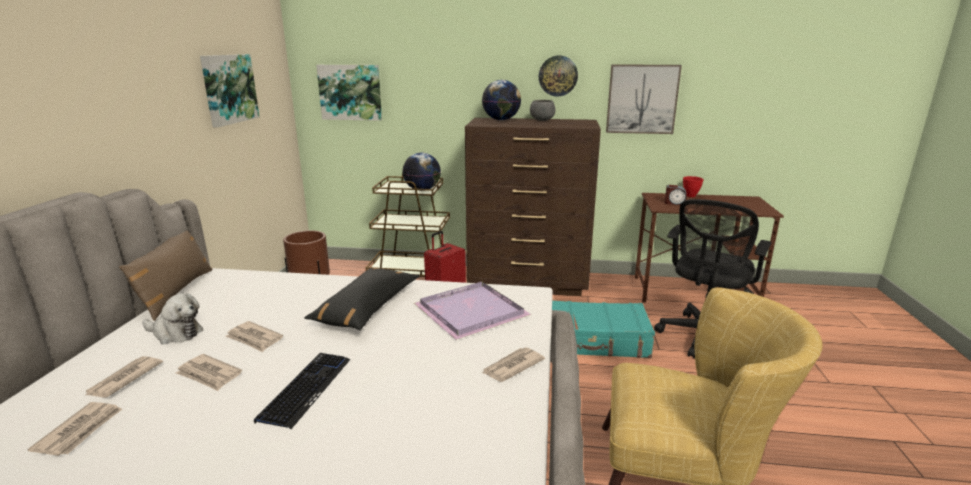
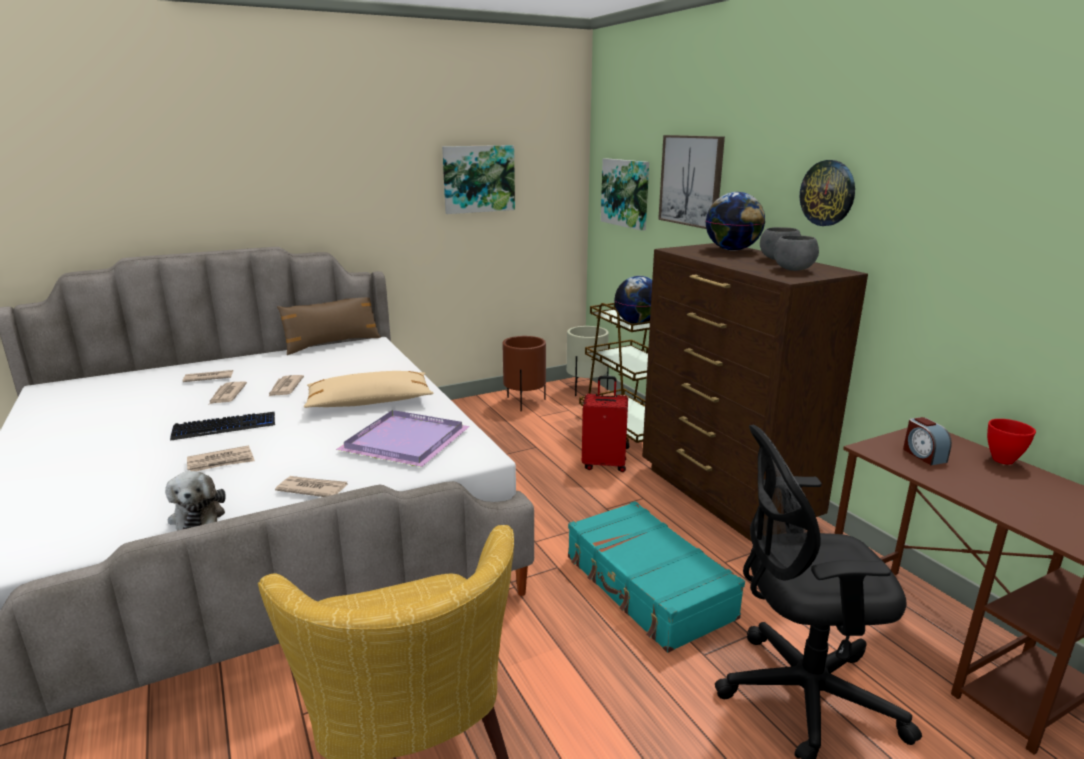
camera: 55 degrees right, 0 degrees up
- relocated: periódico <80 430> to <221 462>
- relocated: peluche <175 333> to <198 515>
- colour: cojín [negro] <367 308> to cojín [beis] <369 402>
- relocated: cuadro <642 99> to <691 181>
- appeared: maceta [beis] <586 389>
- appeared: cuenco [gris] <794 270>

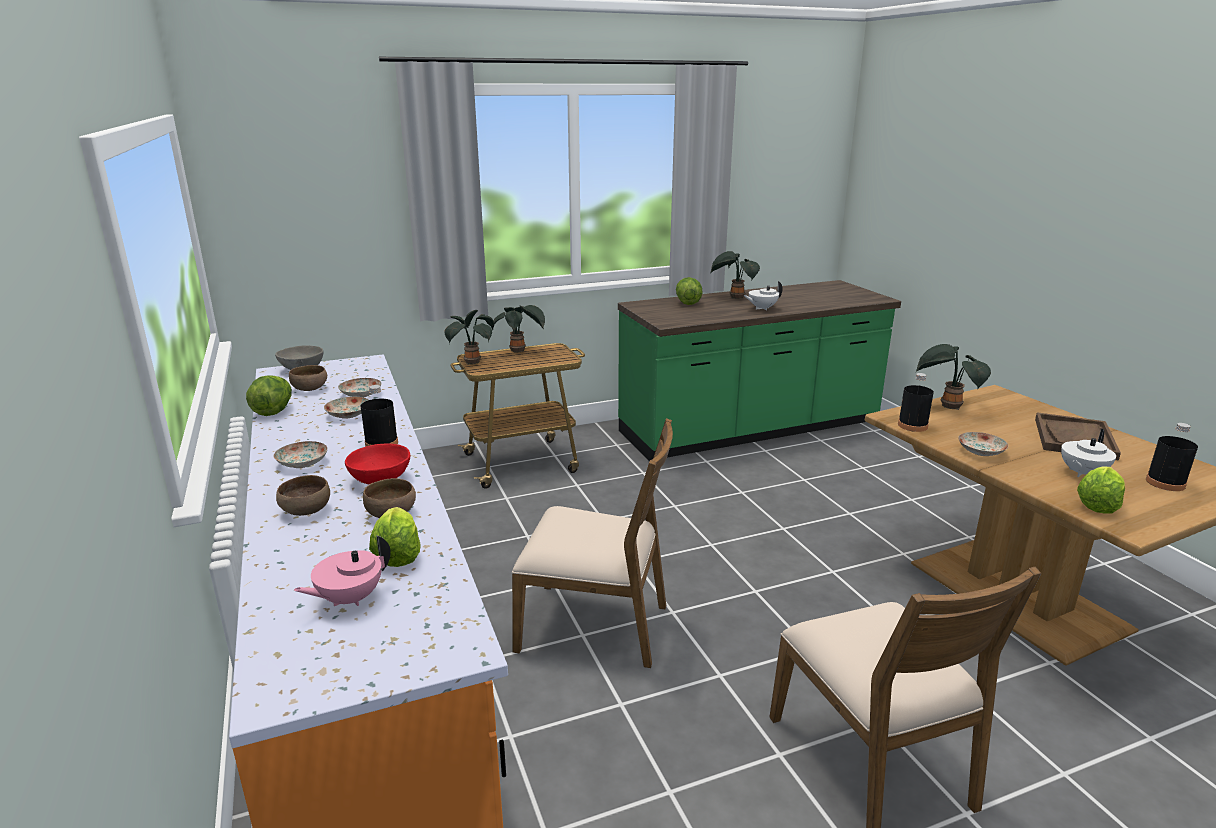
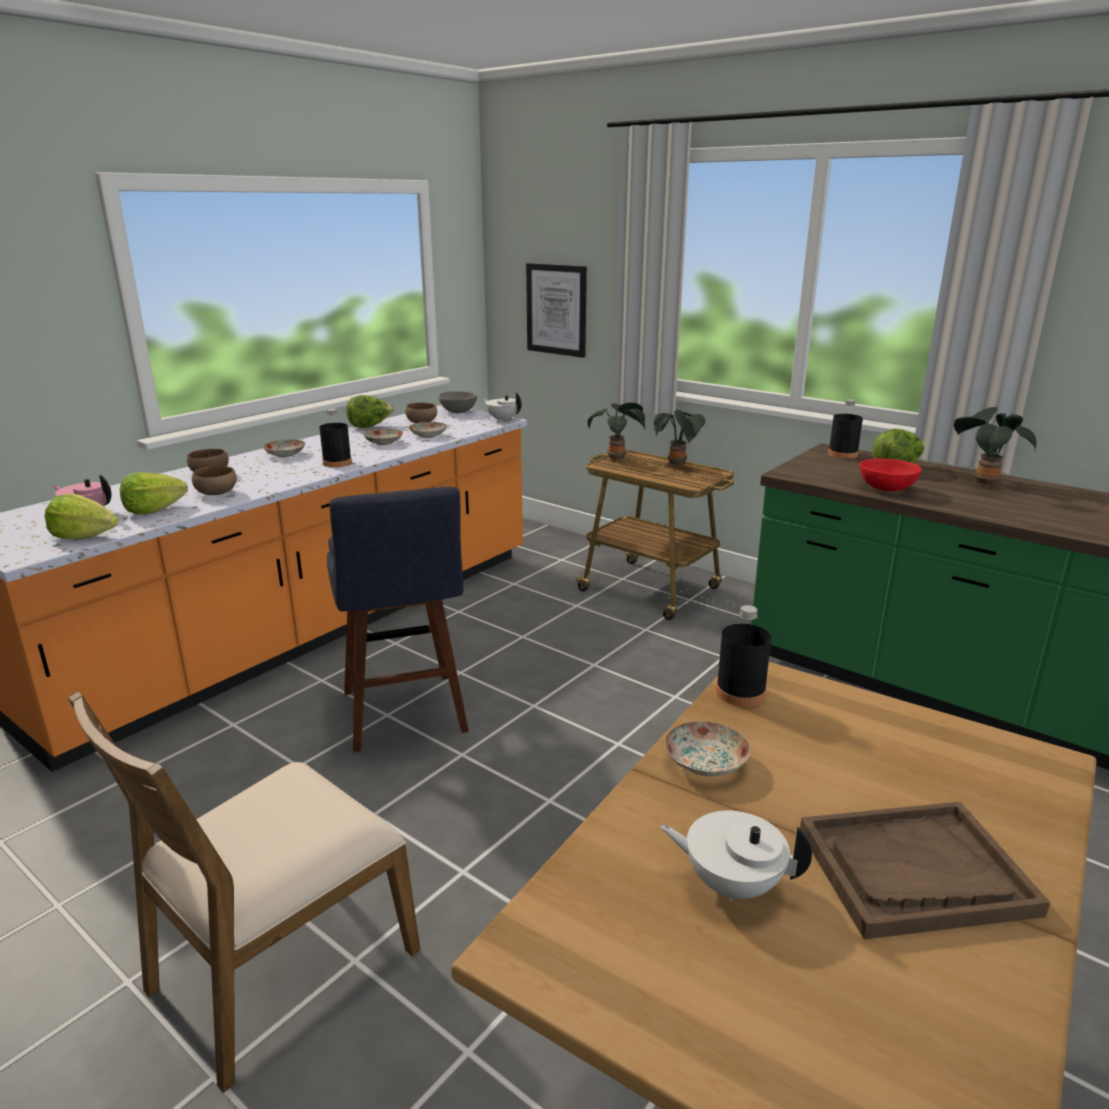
camera: 60 degrees right, 0 degrees up
- relocated: cuenco [rojo] <381 479> to <887 489>
- exchanged: silla [marrón] <594 626> to taburete [azul] <405 716>
- relocated: tetera [blanco] <762 308> to <502 420>
- missing: planta en maceta <948 406>
- relocated: lechuga <1097 505> to <84 536>
- relocated: botella [negro] <1165 483> to <842 454>
- appeared: cuadro <556 309>

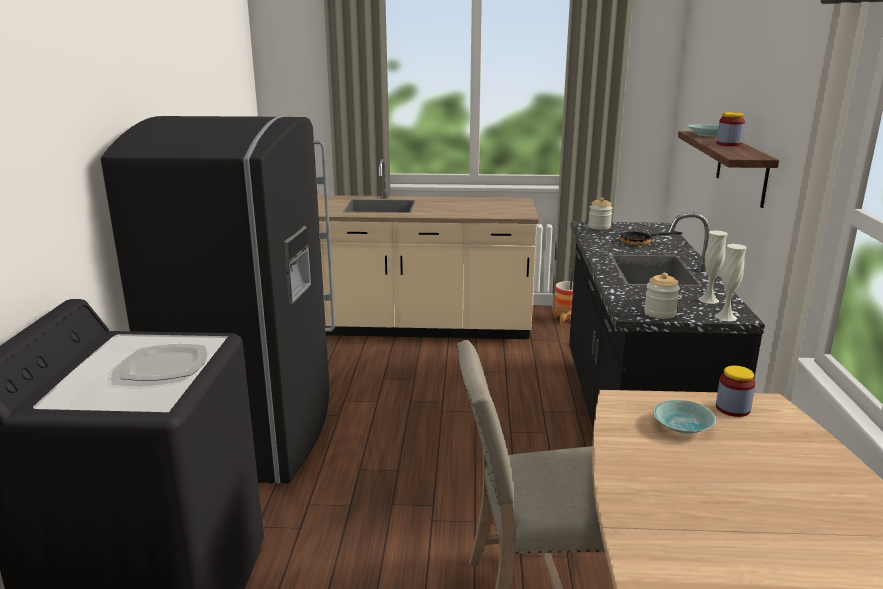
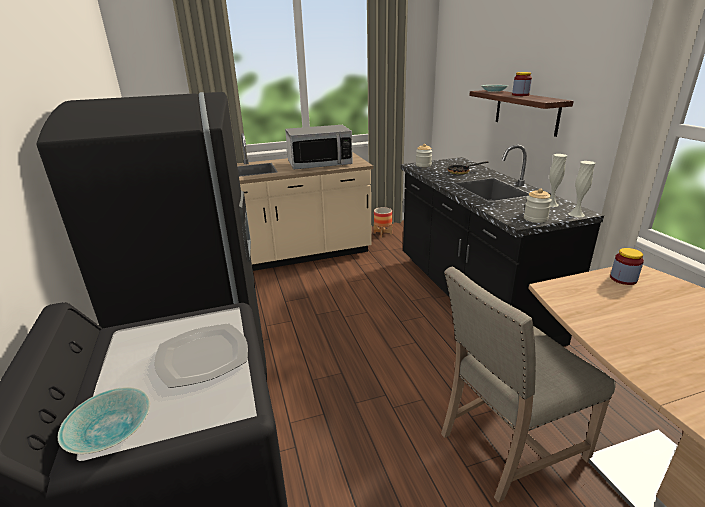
camera: 20 degrees left, 5 degrees up
- relocated: cuenco [turquesa] <683 427> to <111 432>
- appeared: microondas <320 164>

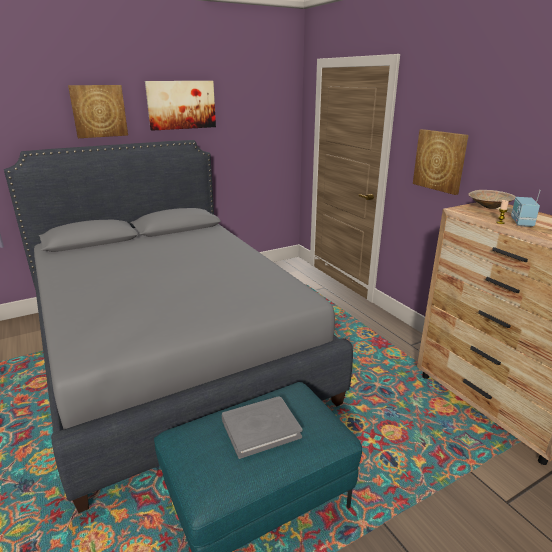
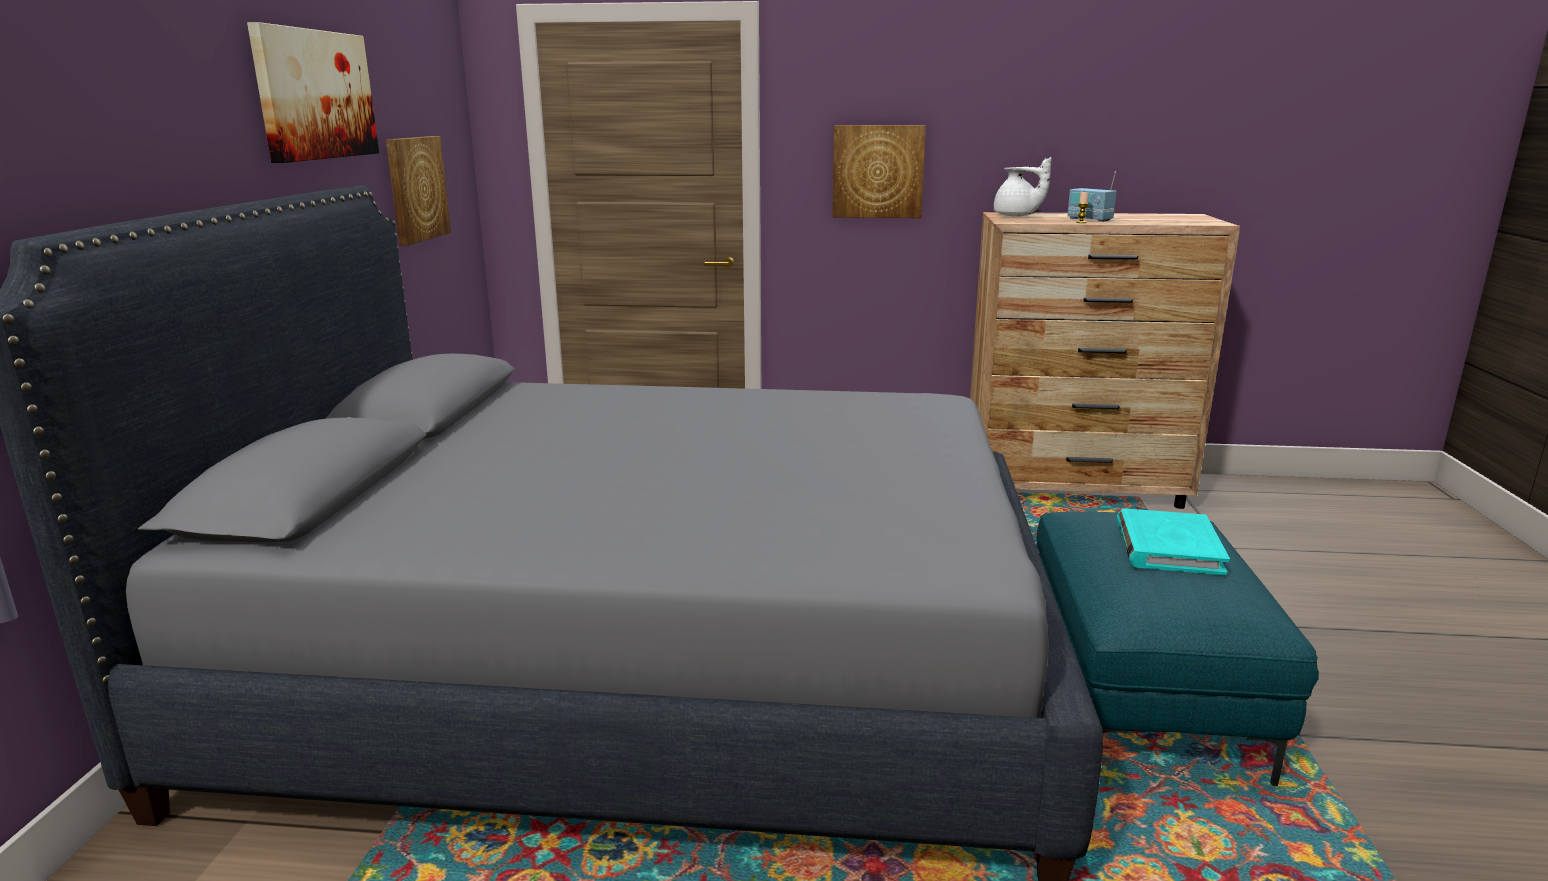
camera: 55 degrees left, 5 degrees down
- relocated: cuadro <99 111> to <416 189>
- colour: libro [gris] <260 428> to libro [turquesa] <1167 547>
- exchanged: cuenco [beis] <488 207> to tetera [blanco] <1017 216>

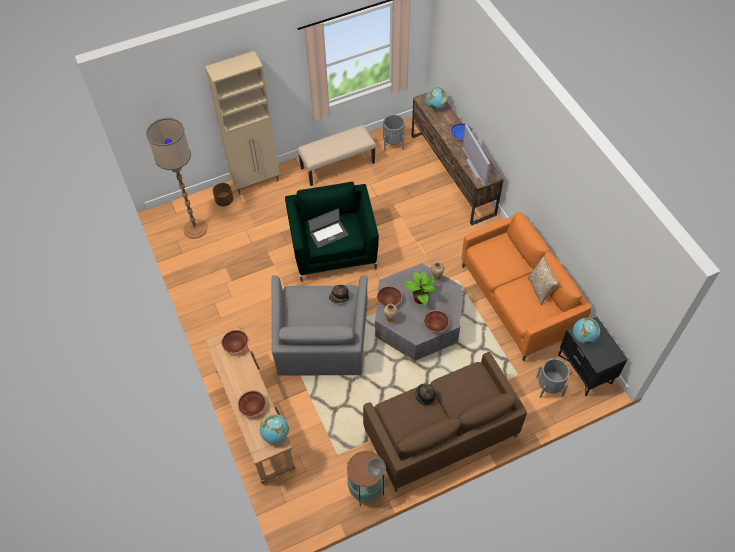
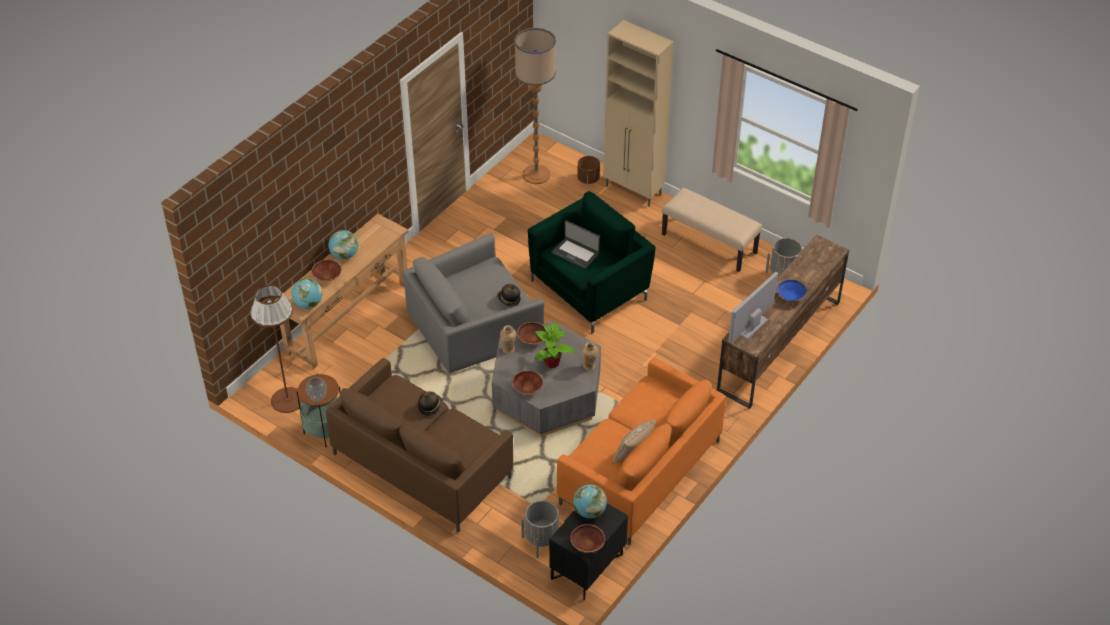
camera: 60 degrees right, 10 degrees down
- relocated: cuenco [marrón] <236 345> to <587 544>
- relocated: globo terráqueo <435 107> to <344 255>
- appeared: lámpara de pie [marrón] <288 400>

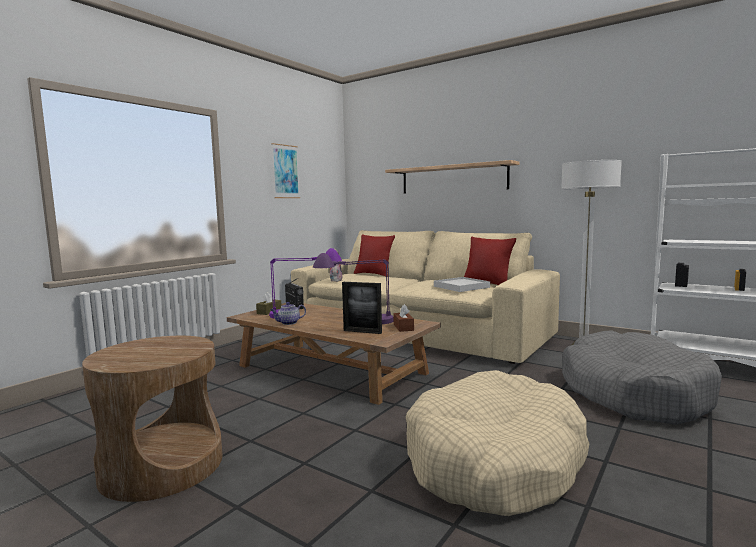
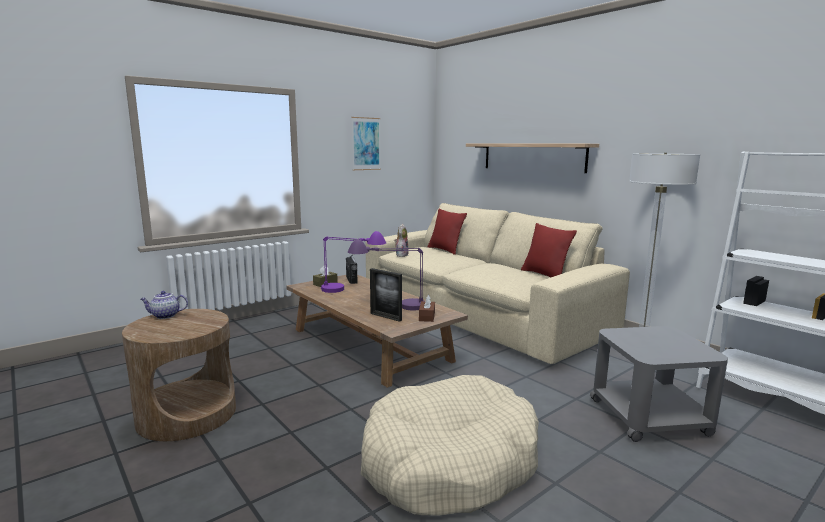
camera: 15 degrees right, 5 degrees up
- relocated: tetera <288 323> to <165 316>
- missing: bandeja [blanco] <461 287>
- exchanged: cama para perro [gris] <633 393> to mesa auxiliar [gris] <650 416>

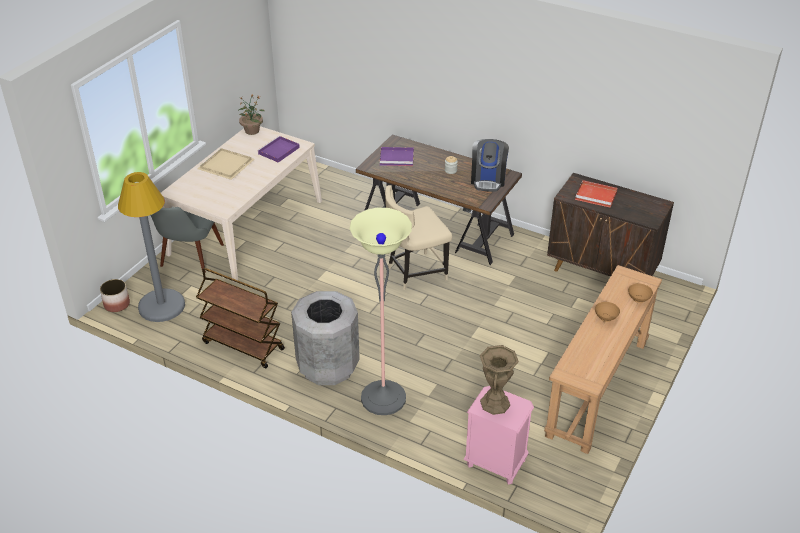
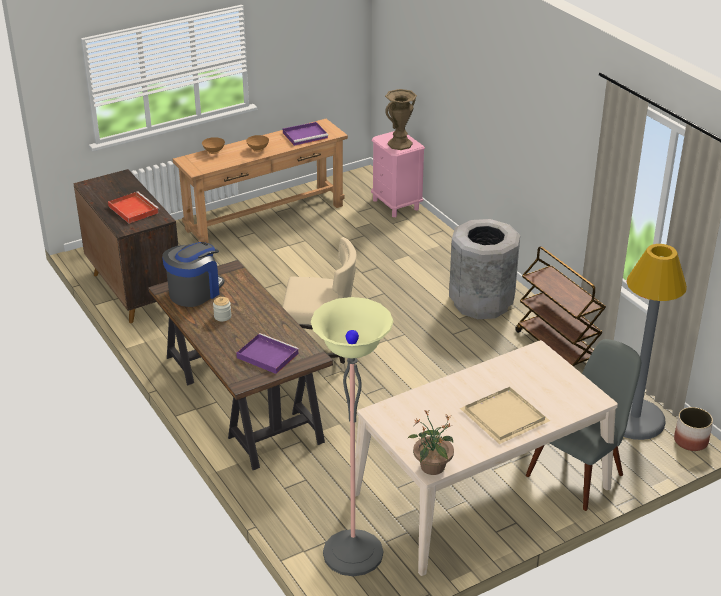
camera: 150 degrees left, 5 degrees down
- relocated: bandeja [morado] <278 151> to <306 135>
- relocated: lámpara de pie <383 398> to <353 553>

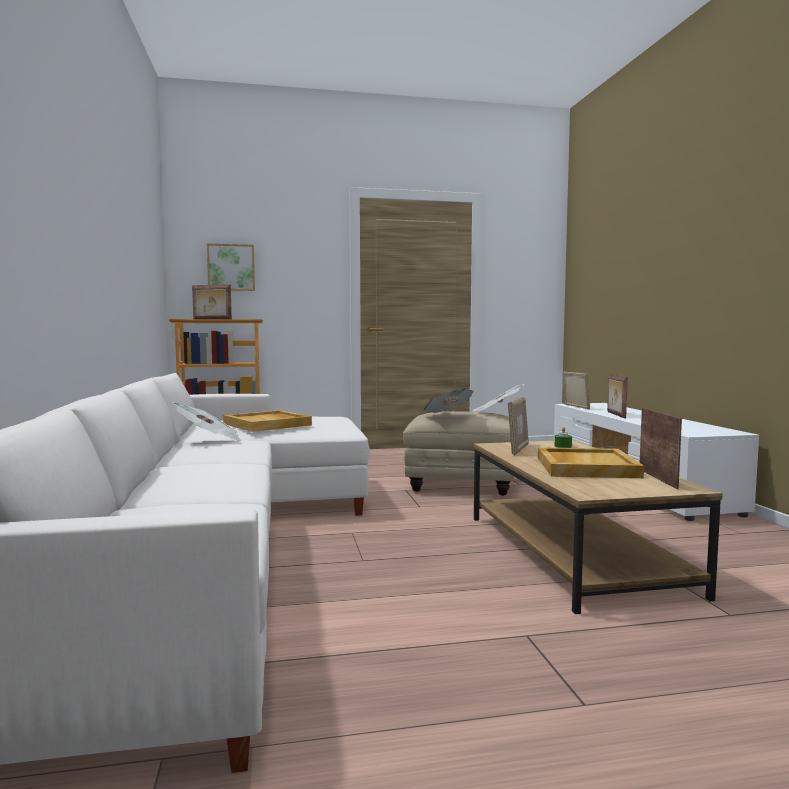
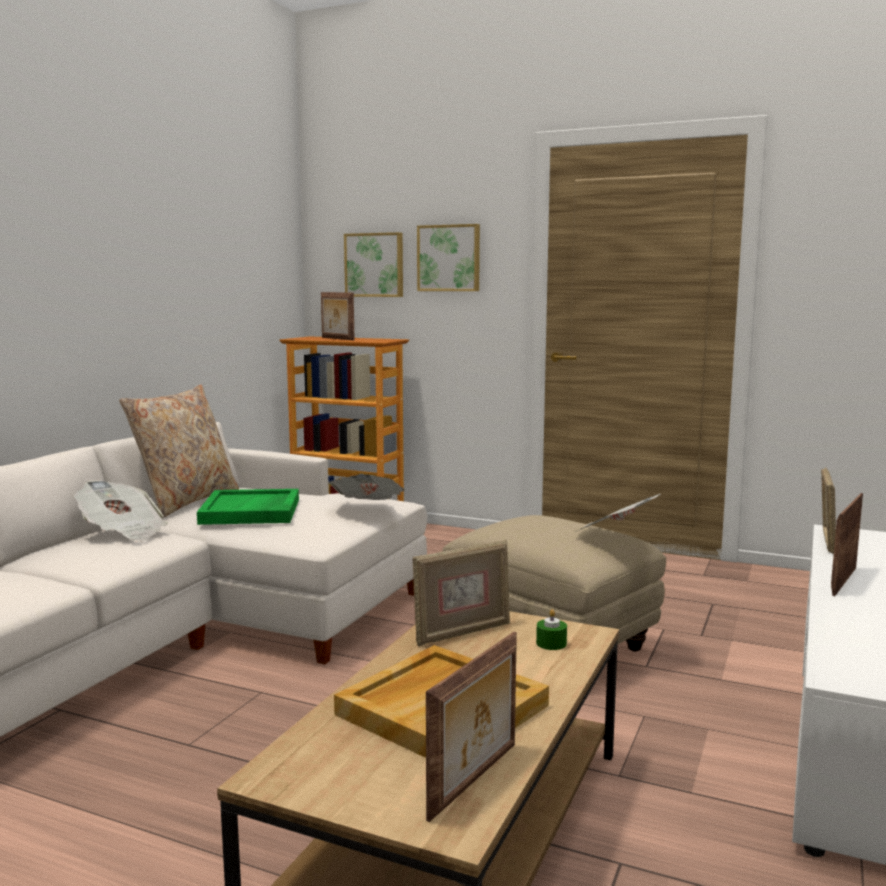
camera: 35 degrees right, 5 degrees up
- colour: bandeja [beis] <268 424> to bandeja [verde] <251 511>
- relocated: periódico <447 415> to <368 508>
- appeared: cojín [beis] <186 501>
- appeared: cuadro <449 258>

